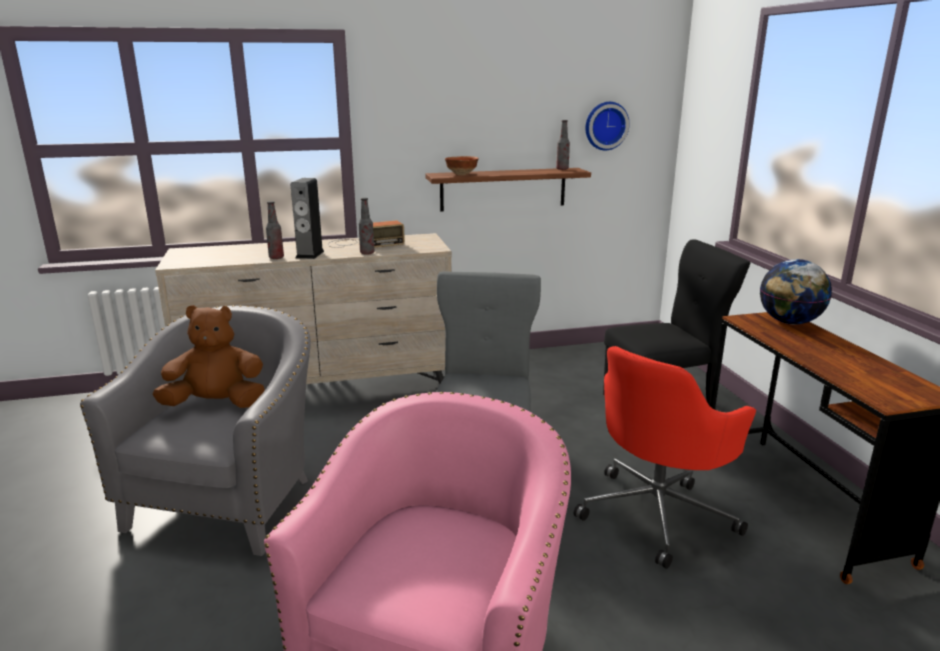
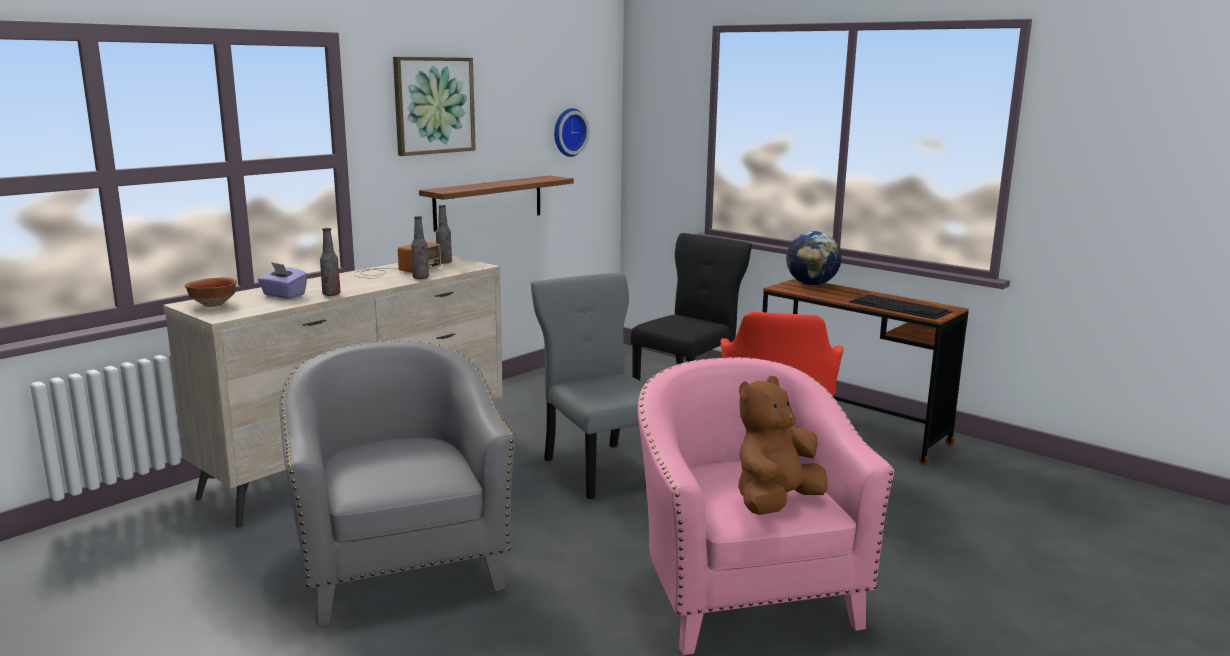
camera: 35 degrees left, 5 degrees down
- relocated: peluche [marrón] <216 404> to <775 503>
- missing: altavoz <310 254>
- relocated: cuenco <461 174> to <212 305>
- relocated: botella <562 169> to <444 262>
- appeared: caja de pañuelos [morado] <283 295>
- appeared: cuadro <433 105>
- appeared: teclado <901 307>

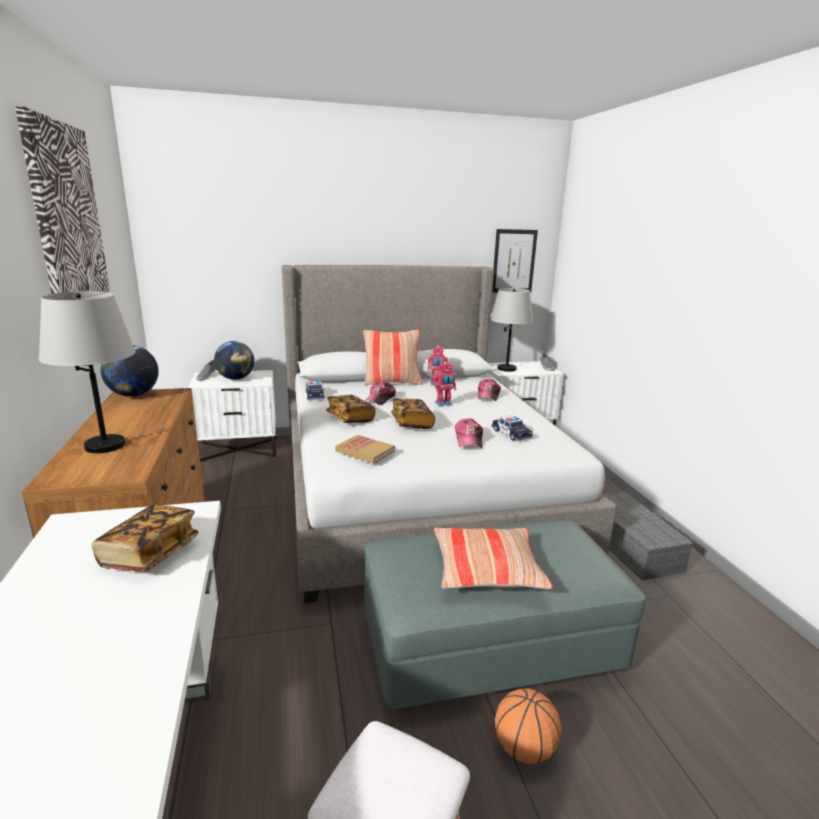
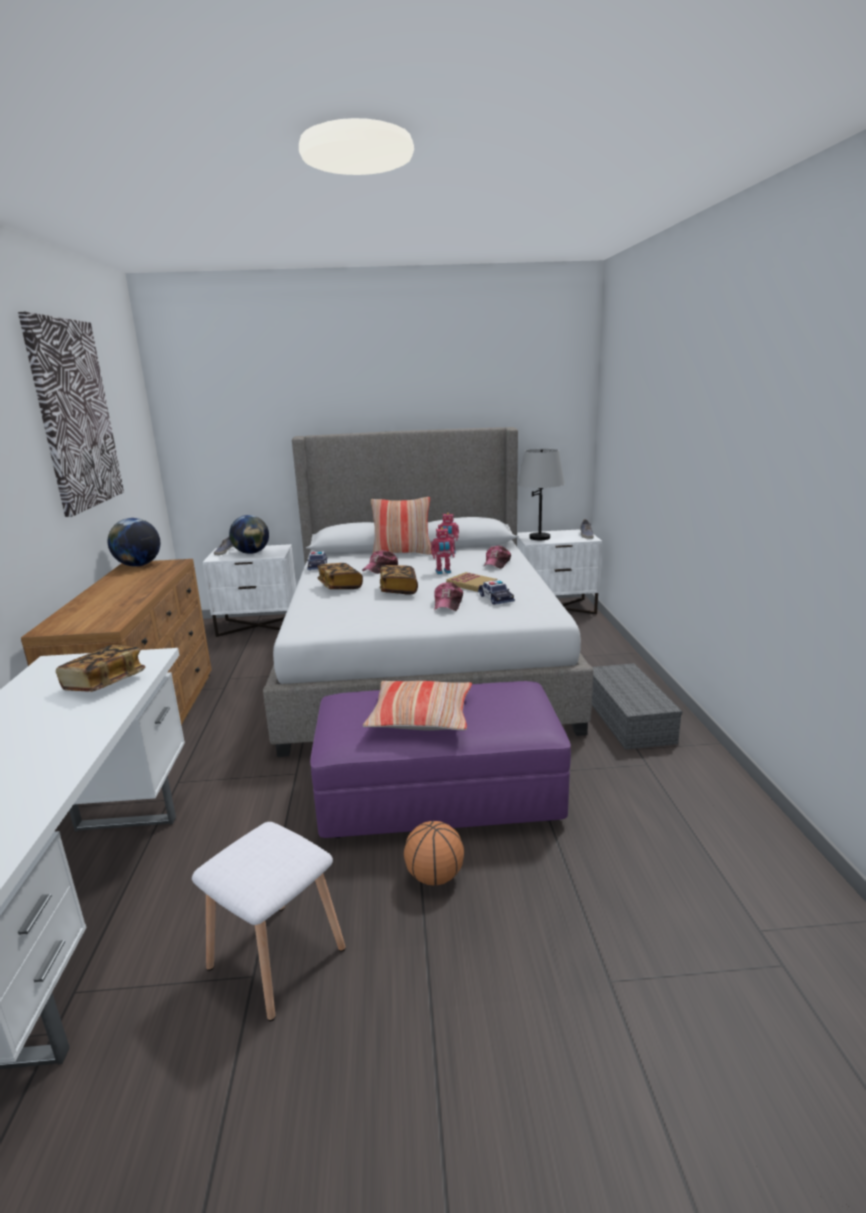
camera: 10 degrees right, 0 degrees up
- missing: lámpara de mesa [gris] <105 445>
- relocated: libro <365 451> to <471 584>
- colour: puf [gris] <488 641> to puf [morado] <439 794>
- missing: cuadro <514 261>

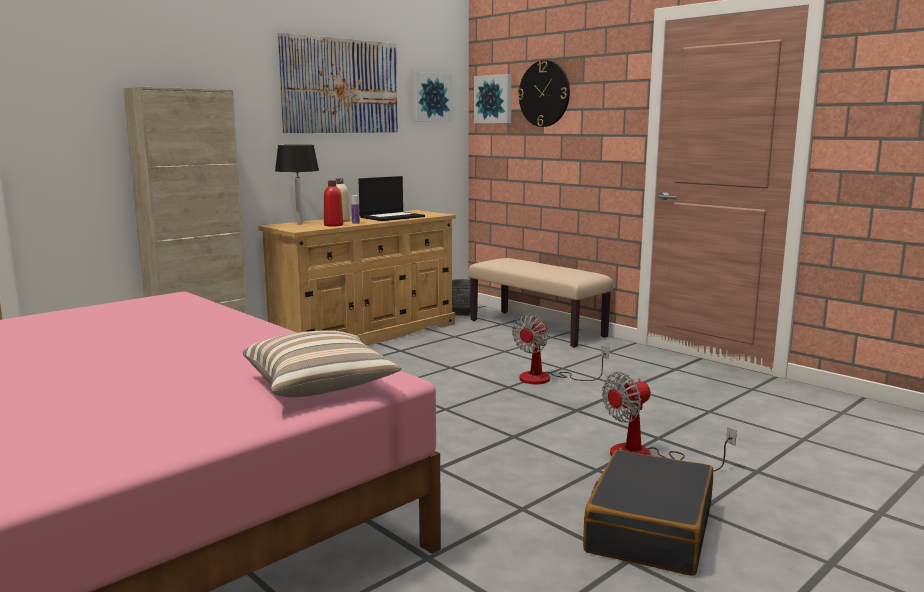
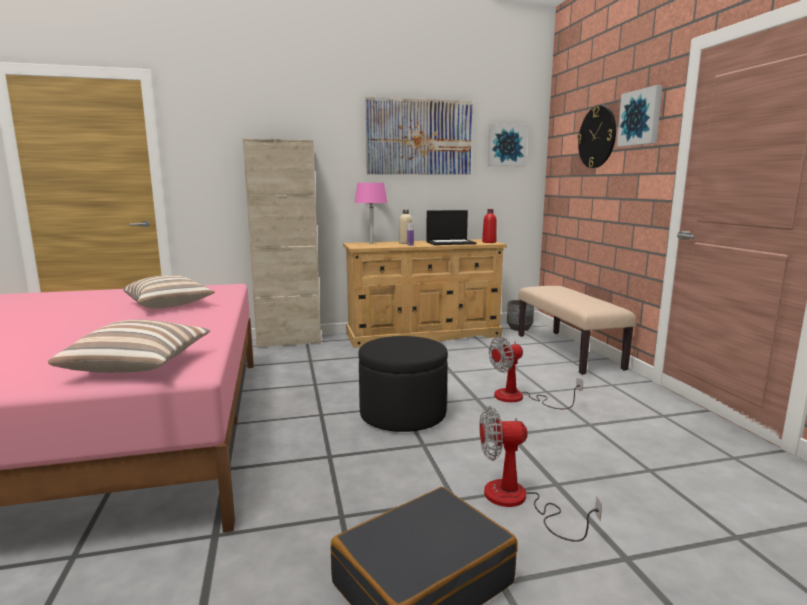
camera: 30 degrees right, 0 degrees up
- colour: lámpara de mesa [negro] <299 224> to lámpara de mesa [rosa] <371 243>
- relocated: botella [rojo] <333 225> to <489 242>
- relocated: cuadro <494 99> to <641 117>
- appeared: cojín <170 305>
- appeared: puf [negro] <403 414>

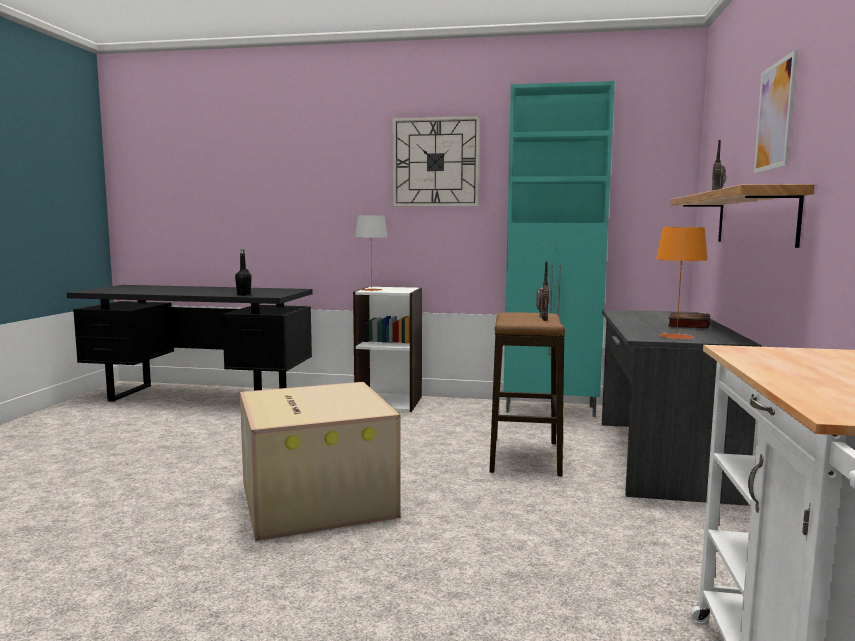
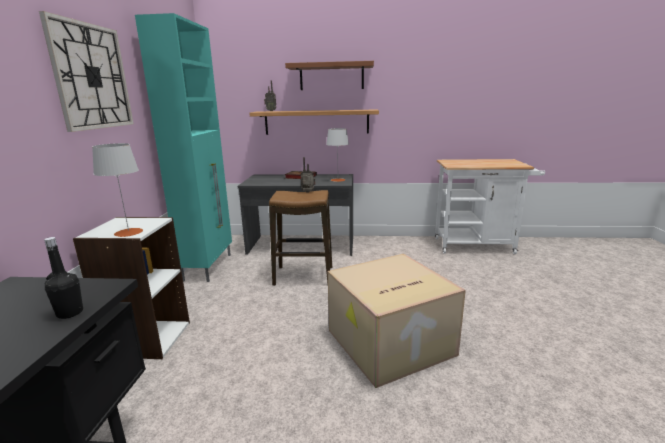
camera: 95 degrees left, 10 degrees up
- colour: lámpara de mesa [naranja] <676 336> to lámpara de mesa [gris] <338 180>
- exchanged: cuadro <775 116> to estante [marrón] <331 77>

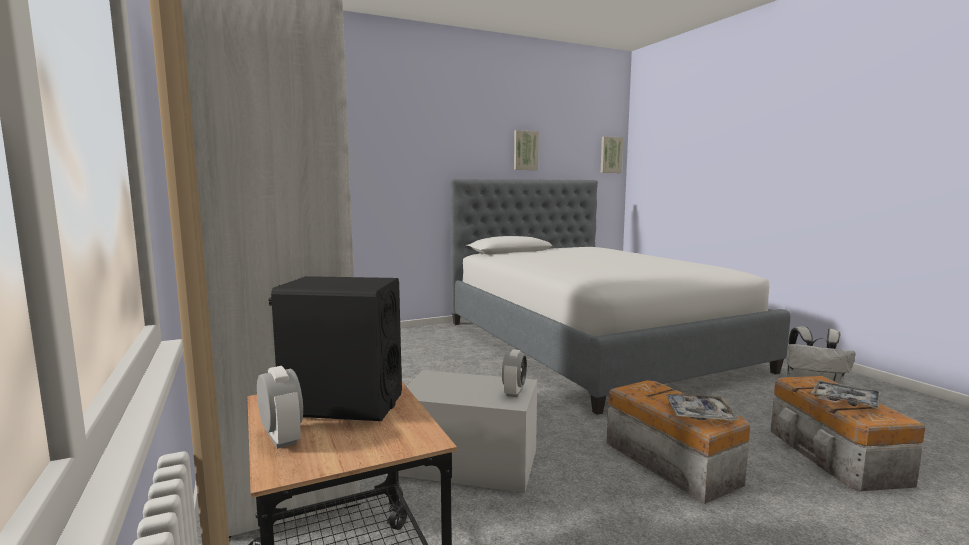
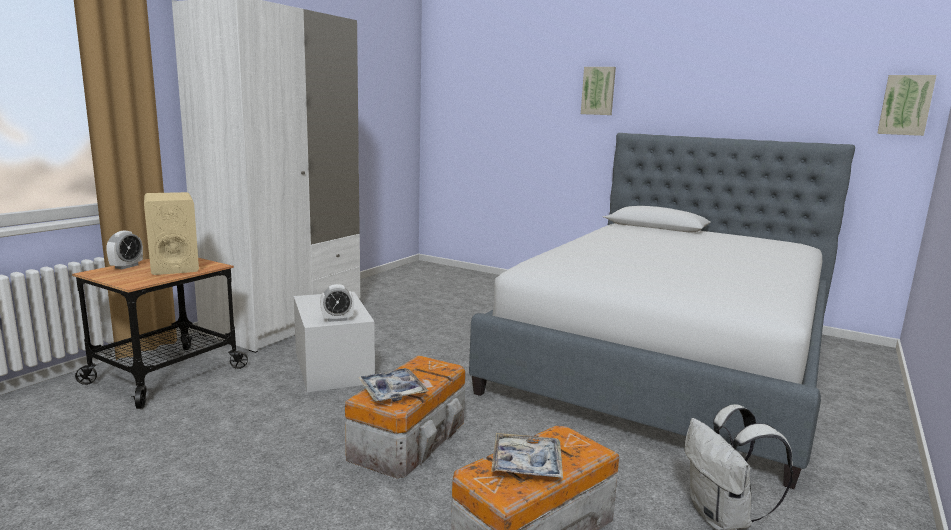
camera: 55 degrees right, 5 degrees up
- colour: altavoz [negro] <343 404> to altavoz [beis] <174 266>
- relocated: cuadro <525 150> to <598 91>

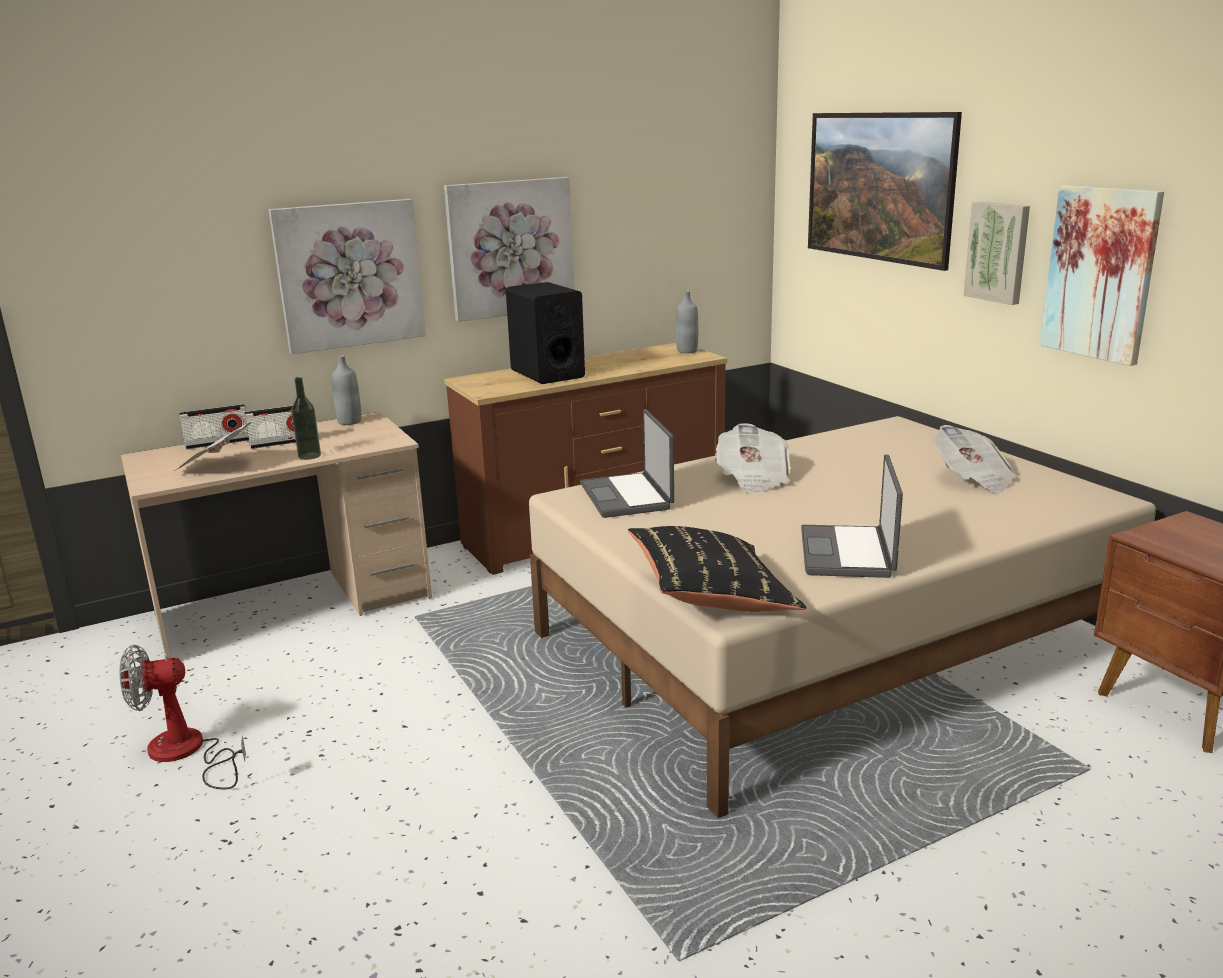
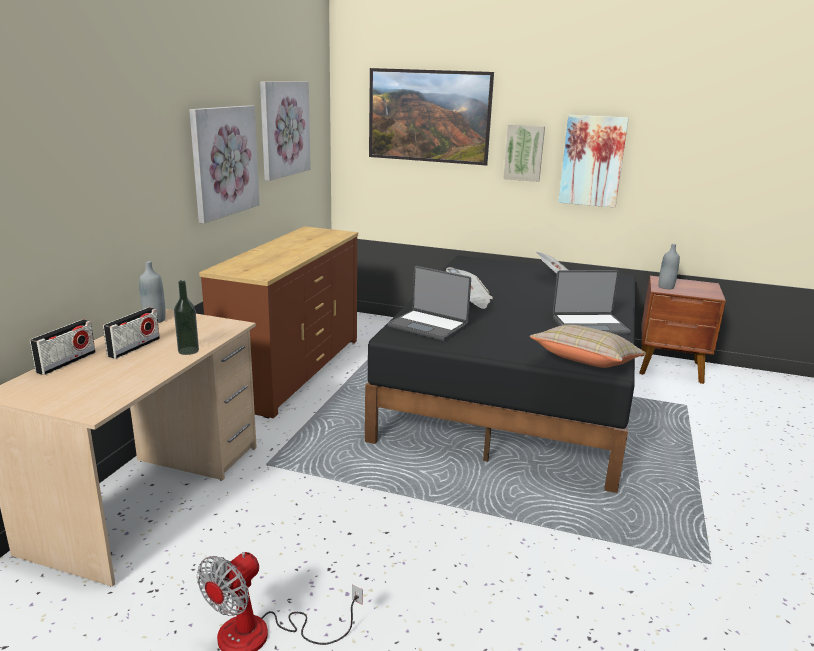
camera: 45 degrees left, 0 degrees up
- missing: periódico <216 467>
- relocated: cuadro <349 275> to <284 129>
- missing: altavoz [negro] <547 373>
- colour: cama [beis] <826 642> to cama [negro] <515 390>
- colour: cojín [negro] <711 596> to cojín [beis] <586 363>
- relocated: botella [gris] <687 351> to <666 287>
- spun: portátil <849 553> = <589 325> 60 degrees counterclockwise

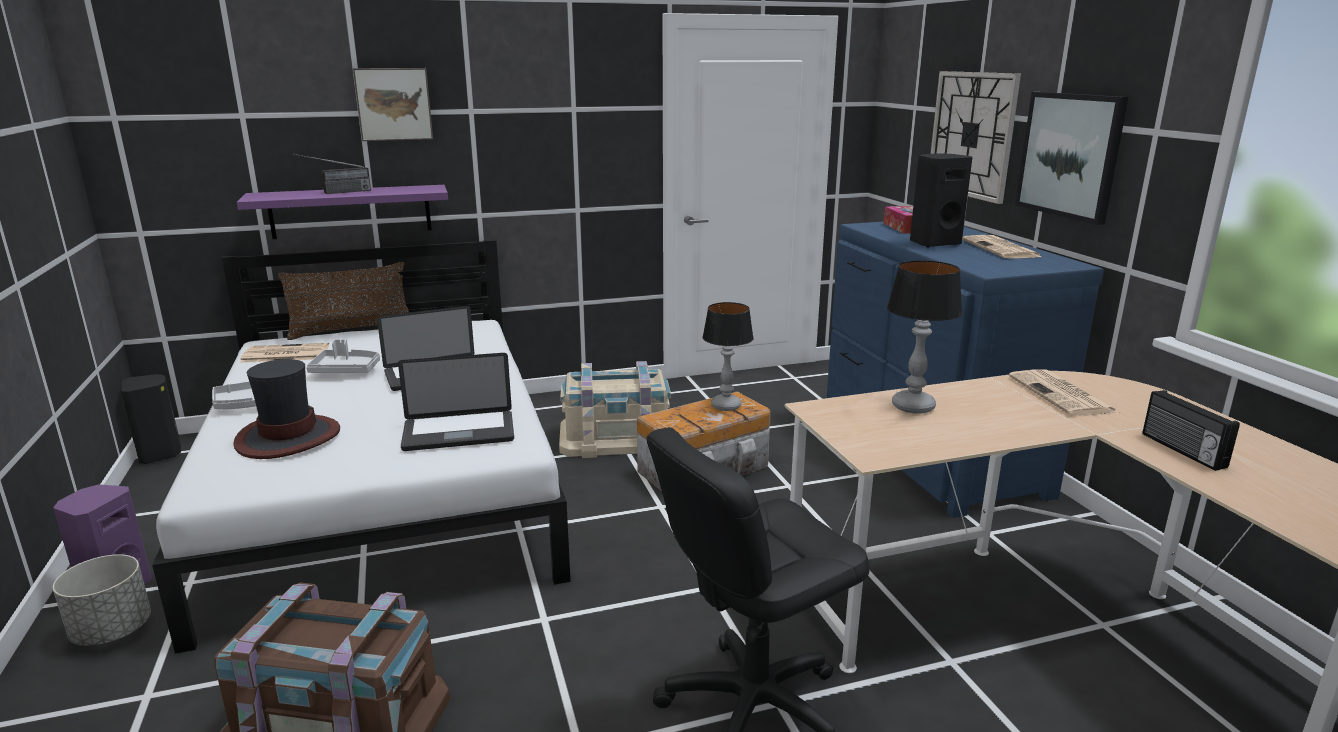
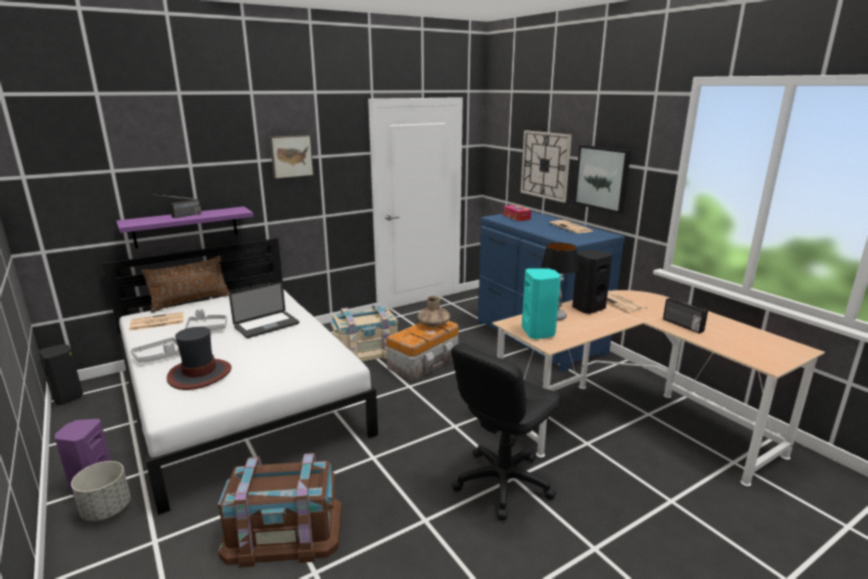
camera: 15 degrees left, 0 degrees up
- relocated: cuadro <394 104> to <291 156>
- missing: portátil <459 433>
- exchanged: lámpara de mesa <726 405> to florero [marrón] <433 324>
- relocated: altavoz [negro] <933 243> to <587 308>
- appeared: altavoz [turquesa] <539 332>

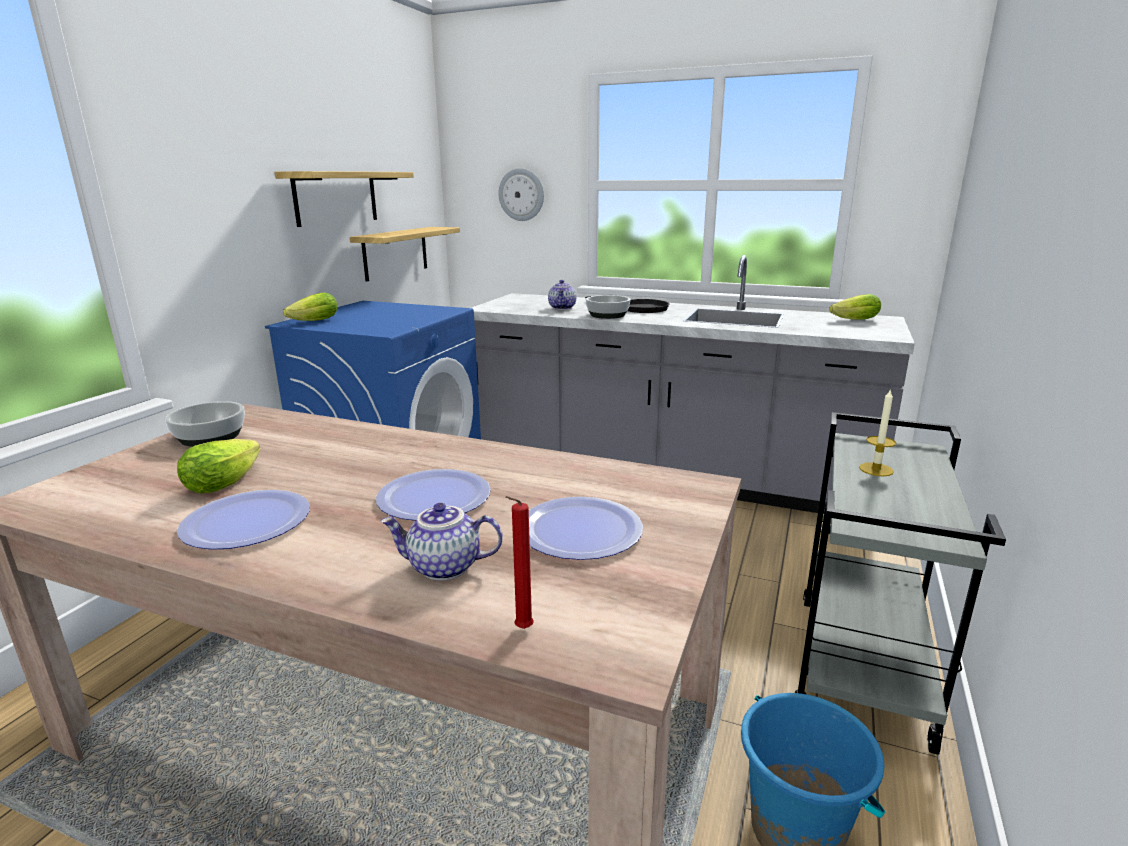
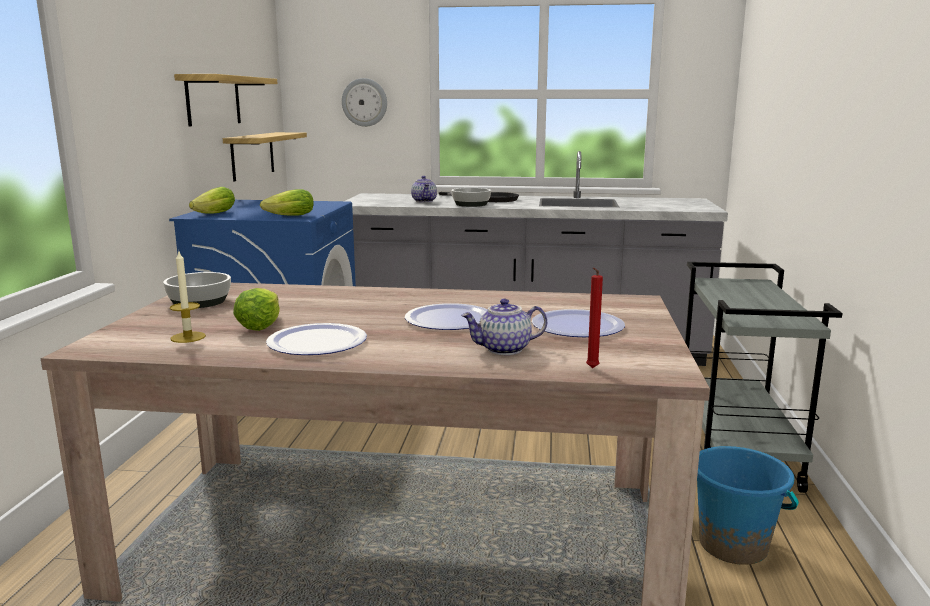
camera: 15 degrees left, 5 degrees down
- relocated: lechuga <852 320> to <287 216>
- relocated: vela <876 469> to <188 337>

